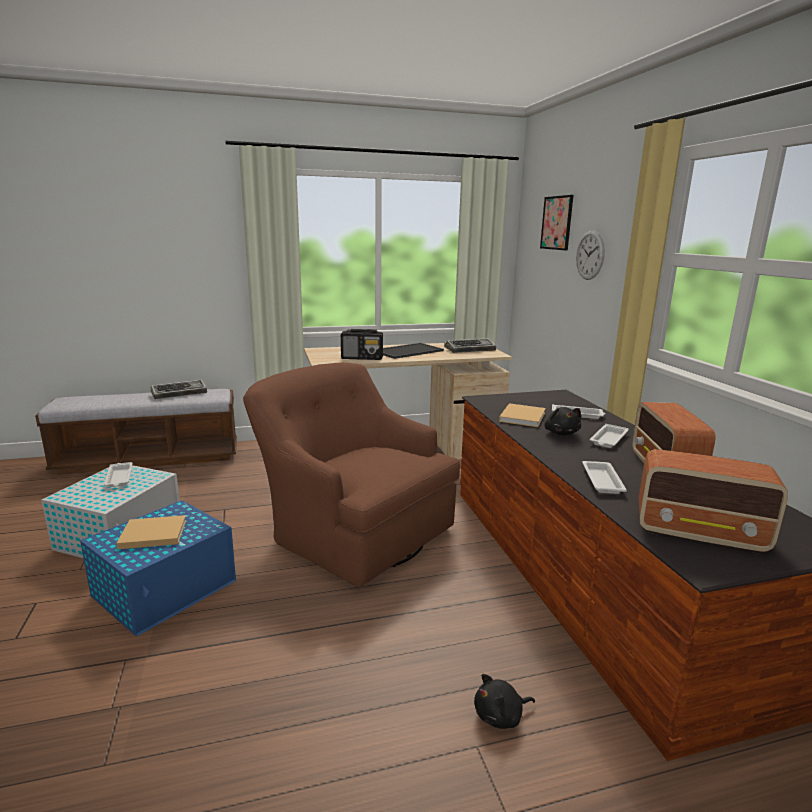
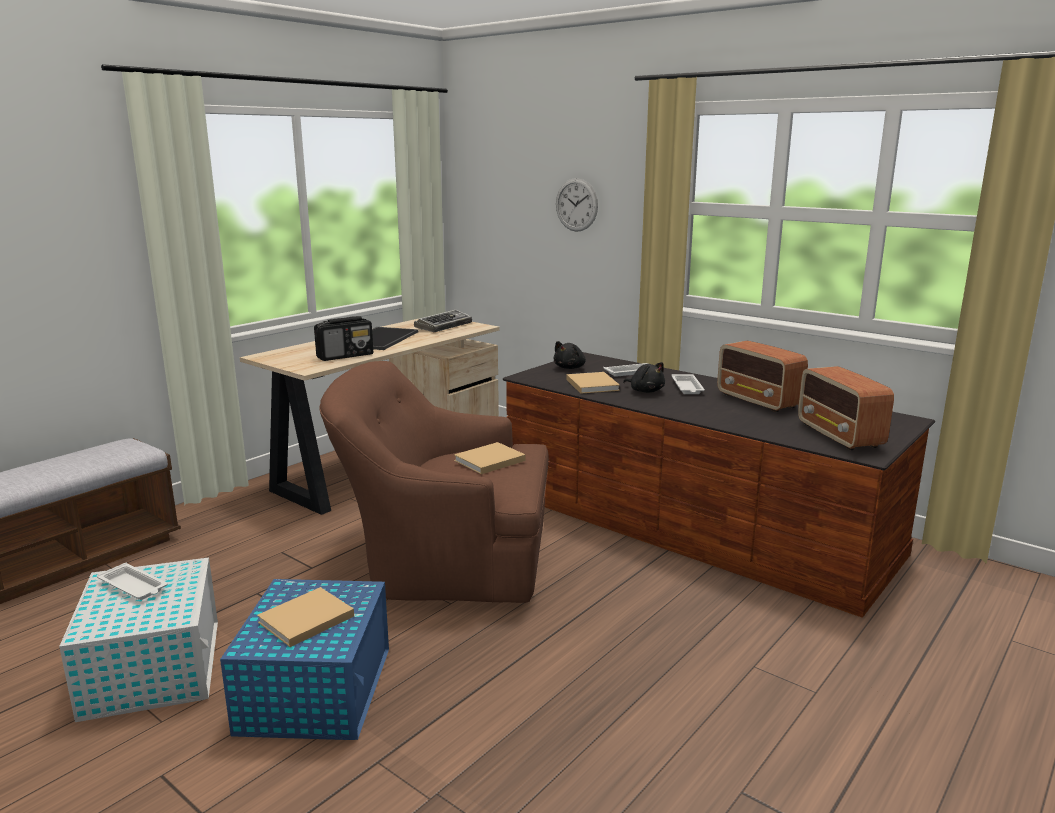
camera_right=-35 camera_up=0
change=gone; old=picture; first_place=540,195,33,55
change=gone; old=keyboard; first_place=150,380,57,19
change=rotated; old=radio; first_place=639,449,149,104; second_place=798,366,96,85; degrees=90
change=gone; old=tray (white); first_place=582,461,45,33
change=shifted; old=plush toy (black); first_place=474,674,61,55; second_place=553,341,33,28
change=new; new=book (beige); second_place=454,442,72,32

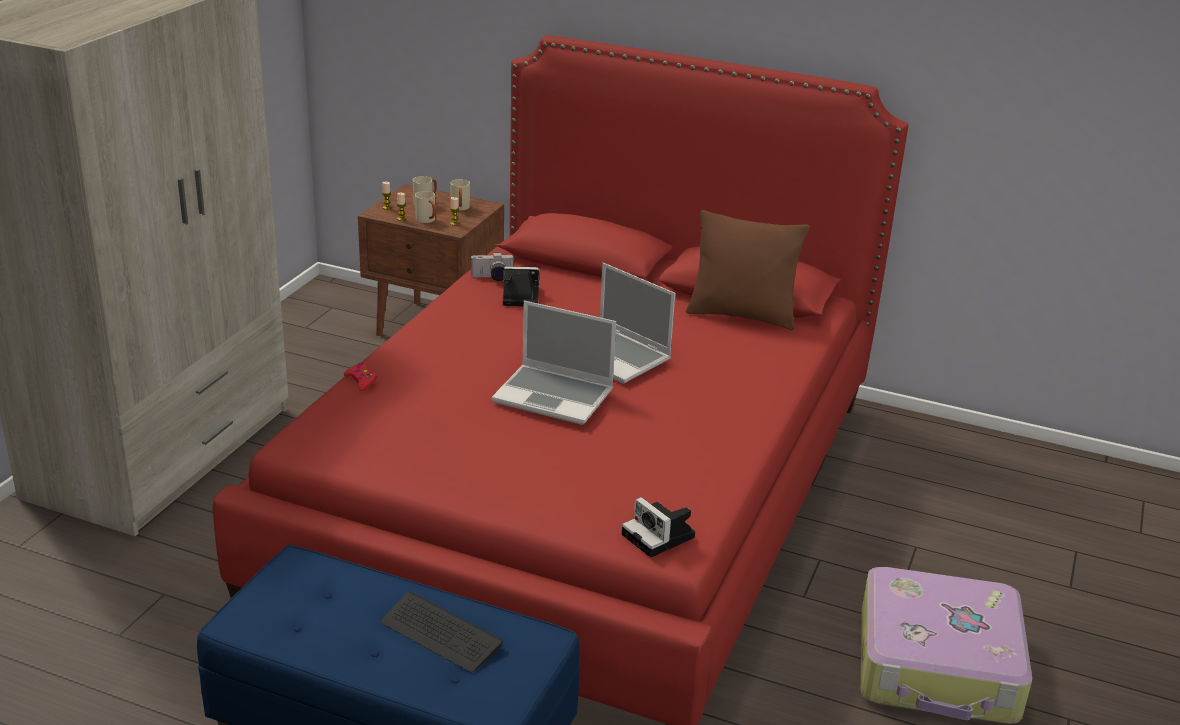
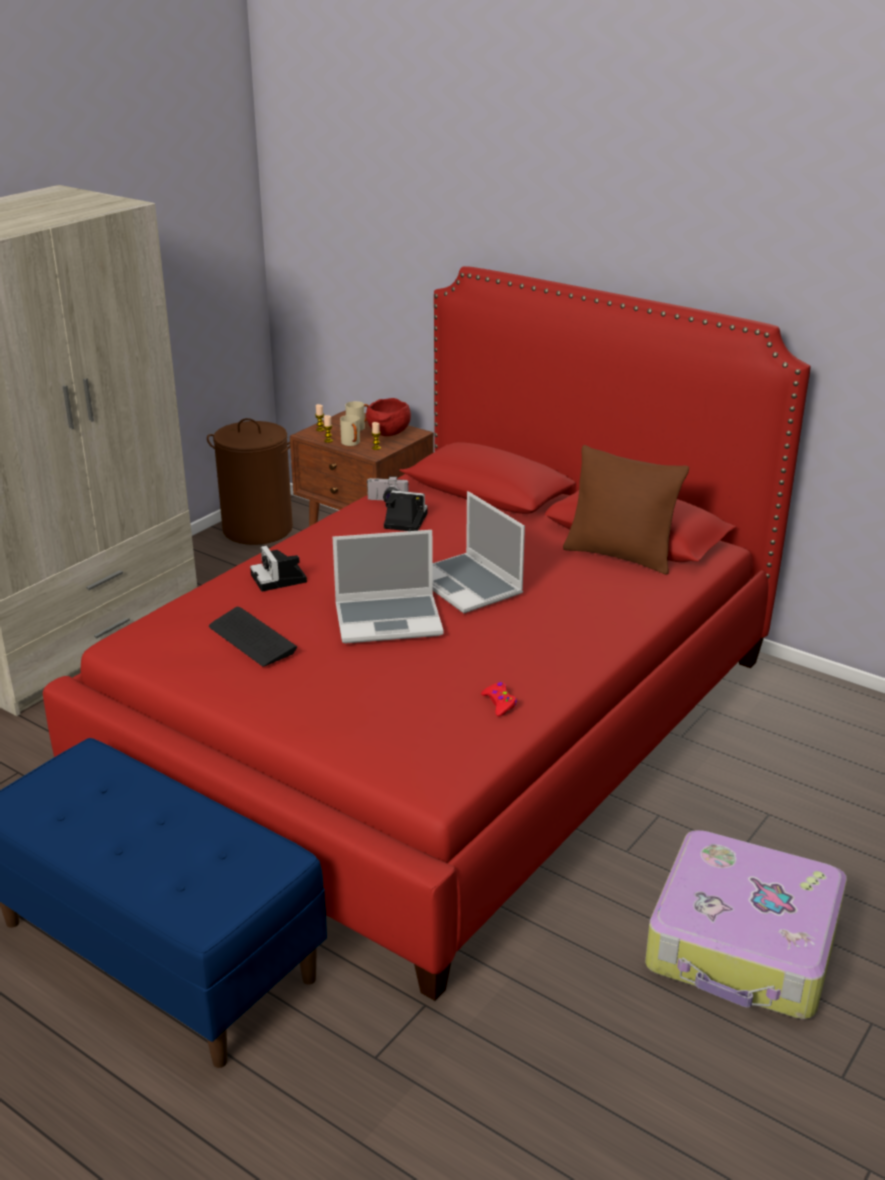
camera_right=15 camera_up=0
change=swapped; old=mug (beige); new=bowl (red); first_place=450,179,20,32; second_place=366,398,45,38
change=rotated; old=laptop; first_place=492,301,124,124; second_place=333,530,111,113; degrees=-45
change=shifted; old=game controller (red); first_place=344,362,33,29; second_place=481,682,36,34
change=shifted; old=photo camera; first_place=622,497,73,60; second_place=250,546,57,46
change=shifted; old=keyboard; first_place=381,592,123,80; second_place=209,607,88,59
change=new; new=laundry basket (brown); second_place=207,418,86,127

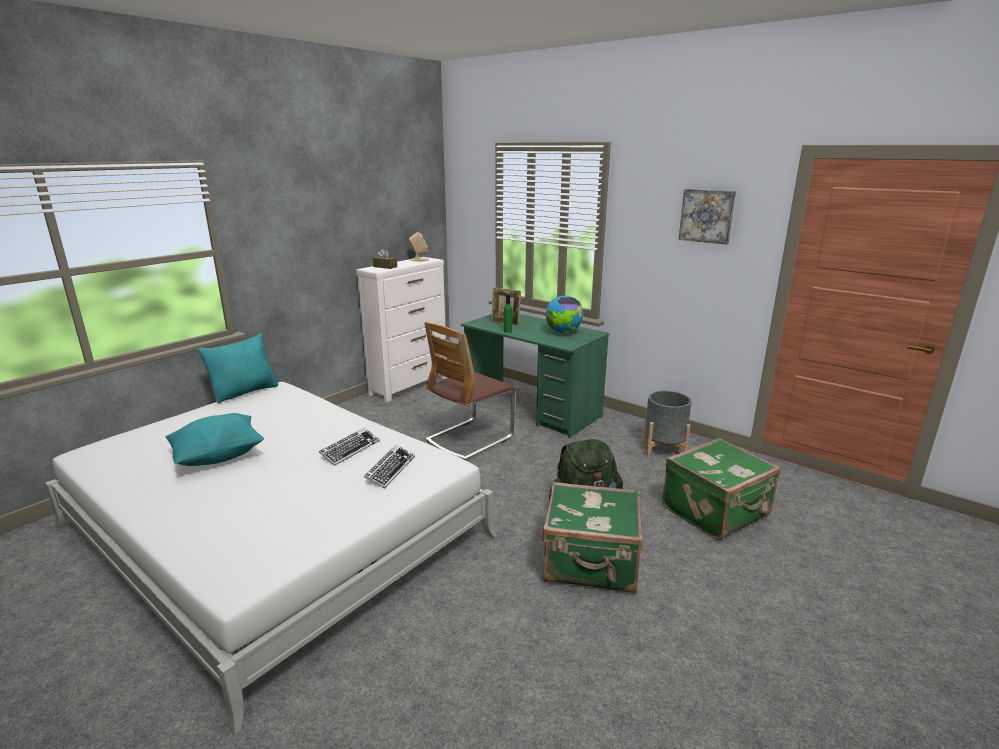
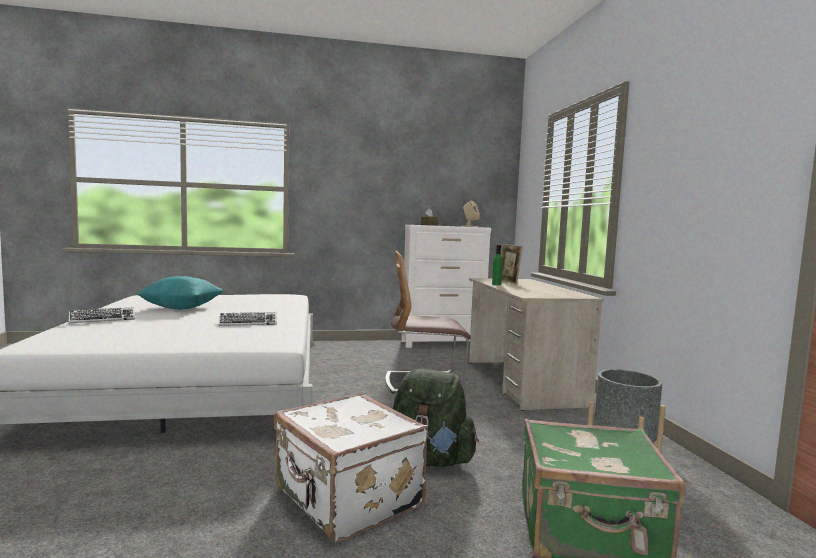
camera_right=40 camera_up=-15
change=gone; old=picture; first_place=679,189,57,56
change=gone; old=globe; first_place=546,296,37,38
change=repainted; old=desk (green); new=desk (beige); first_place=461,314,149,124; second_place=469,278,135,133
change=gone; old=pillow (turquoise); first_place=198,333,80,70
change=shifted; old=keyboard; first_place=364,445,51,43; second_place=69,307,66,16
change=repainted; old=suitcase (green); new=suitcase (white); first_place=543,482,100,111; second_place=274,393,154,150

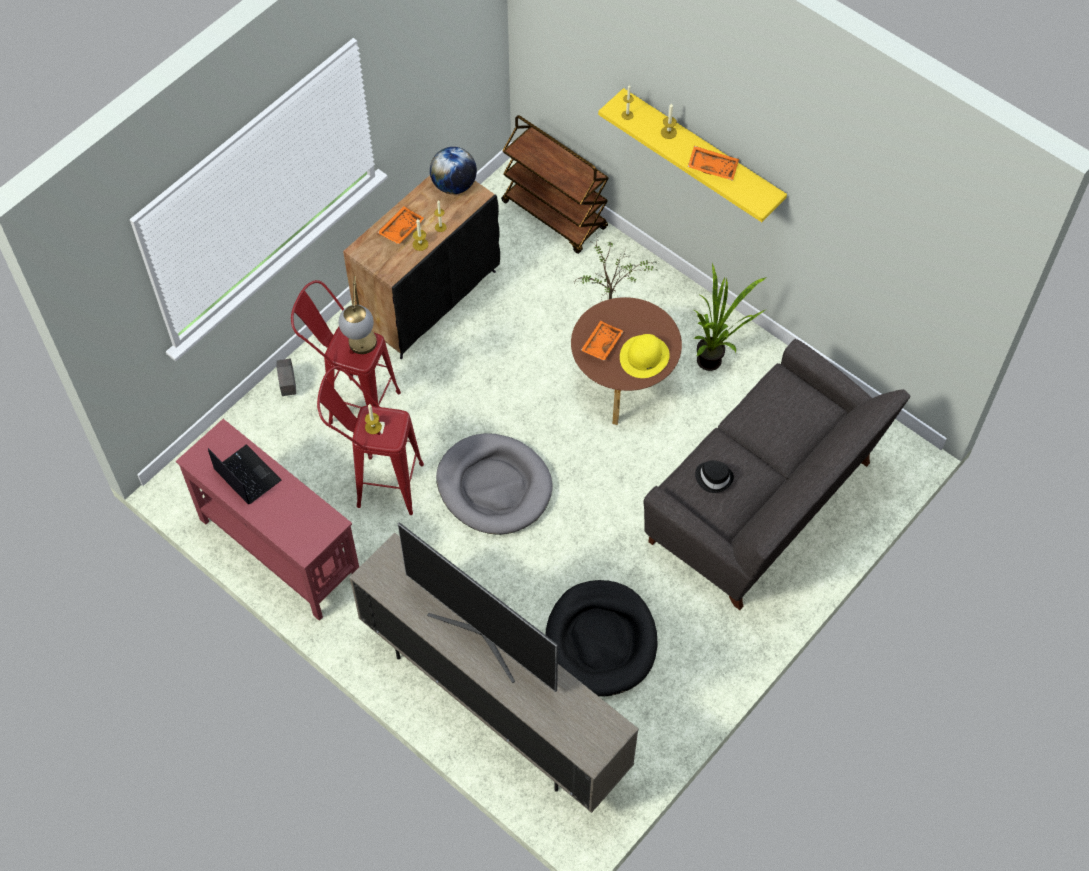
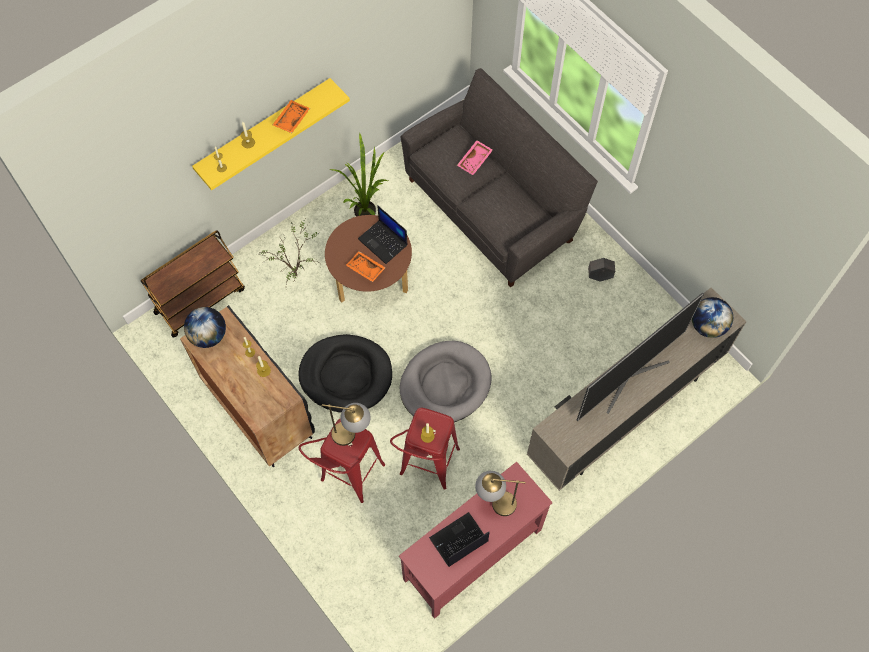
camera_right=-80 camera_up=5
change=gone; old=tray (orange); first_place=377,206,48,39
change=swapped; old=hat (yellow); new=laptop; first_place=620,334,50,44; second_place=358,205,50,59
change=shifted; old=planter (grey); first_place=276,358,20,38; second_place=588,258,27,23
change=gone; old=hat (black); first_place=695,460,39,33
change=shifted; old=dog bed (black); first_place=545,580,112,117; second_place=299,334,93,79
change=new; new=tray (pink); second_place=457,140,36,35
change=new; new=globe; second_place=692,297,41,41
change=new; new=table lamp; second_place=475,471,51,45

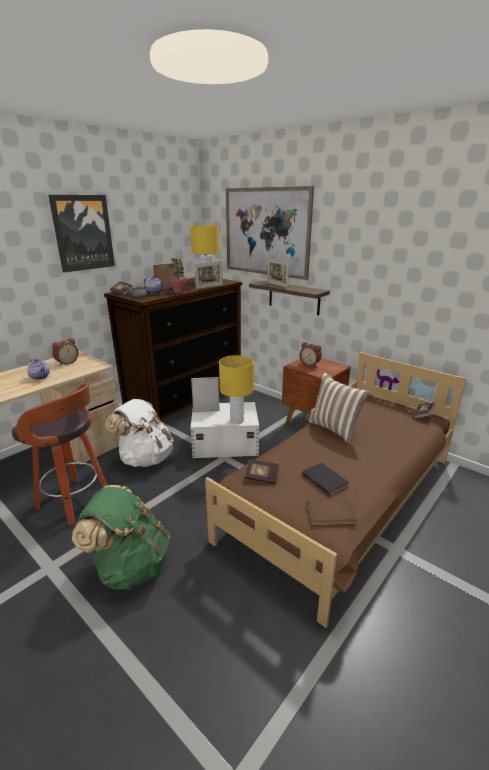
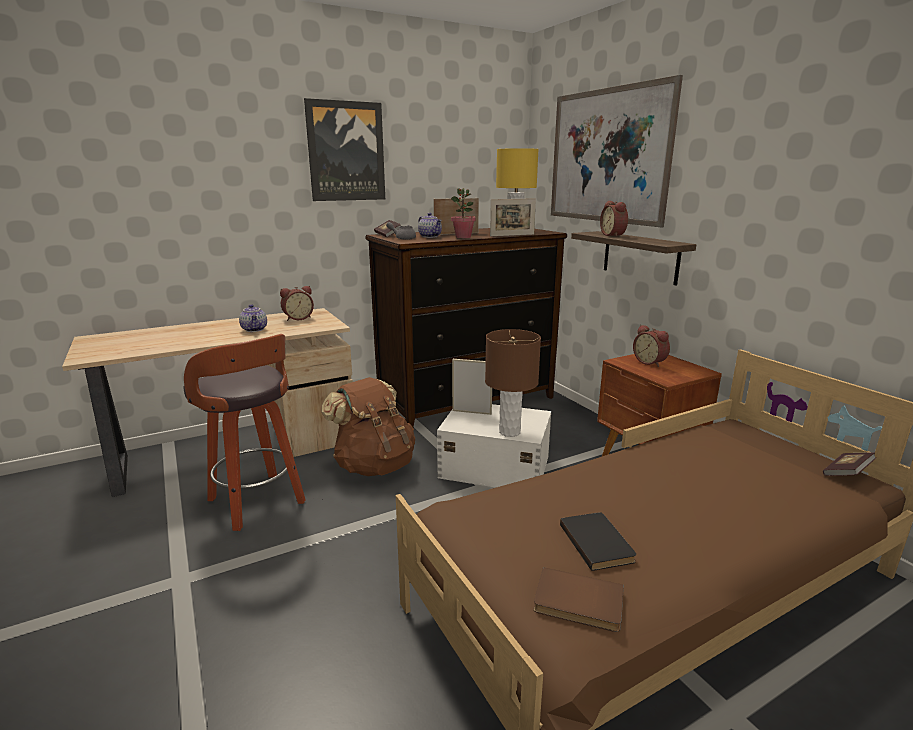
camera_right=20 camera_up=-5
change=swapped; old=picture frame; new=alarm clock; first_place=267,258,22,30; second_place=600,201,28,36
change=repainted; old=table lamp (yellow); new=table lamp (brown); first_place=219,355,35,69; second_place=485,329,56,108
change=gone; old=pillow; first_place=309,373,61,72
change=repainted; old=backpack (white); new=backpack (brown); first_place=105,399,68,68; second_place=322,377,93,99
change=gone; old=book; first_place=245,459,34,25
change=gone; old=backpack (green); first_place=72,485,99,105

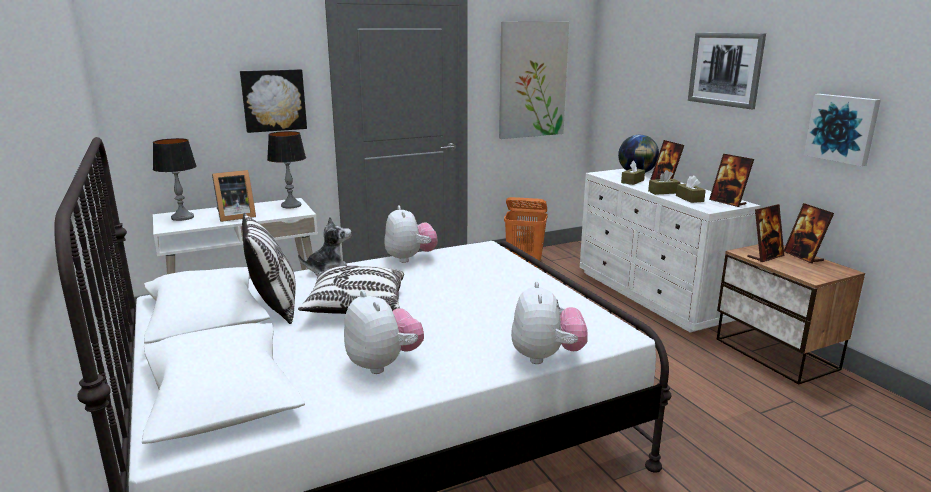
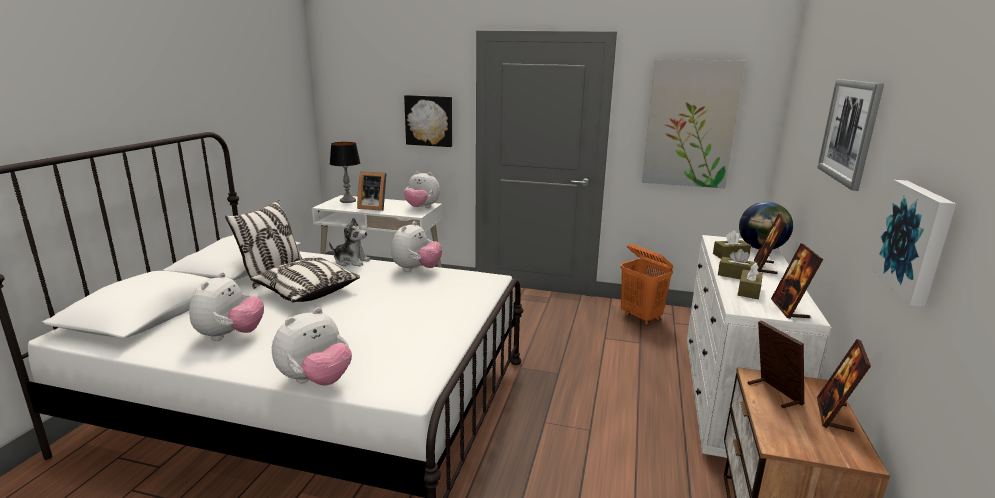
camera_right=40 camera_up=0
change=swapped; old=table lamp; new=plush toy; first_place=267,131,39,77; second_place=404,171,36,37
change=rotated; old=picture frame; first_place=747,204,37,58; second_place=747,320,57,88; degrees=-120

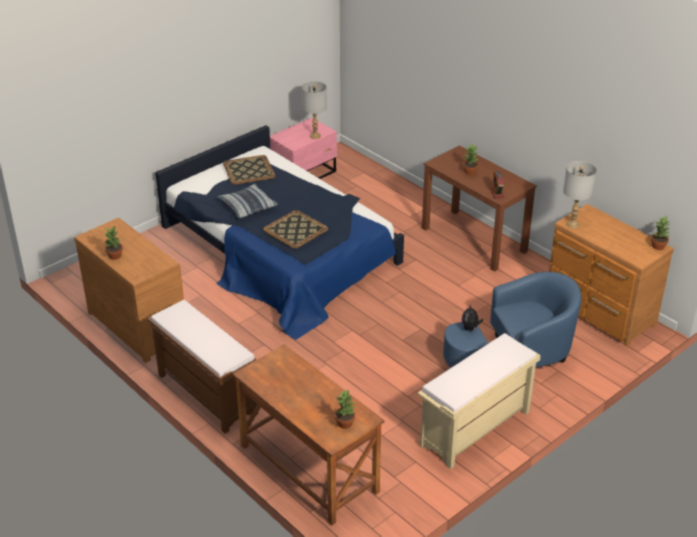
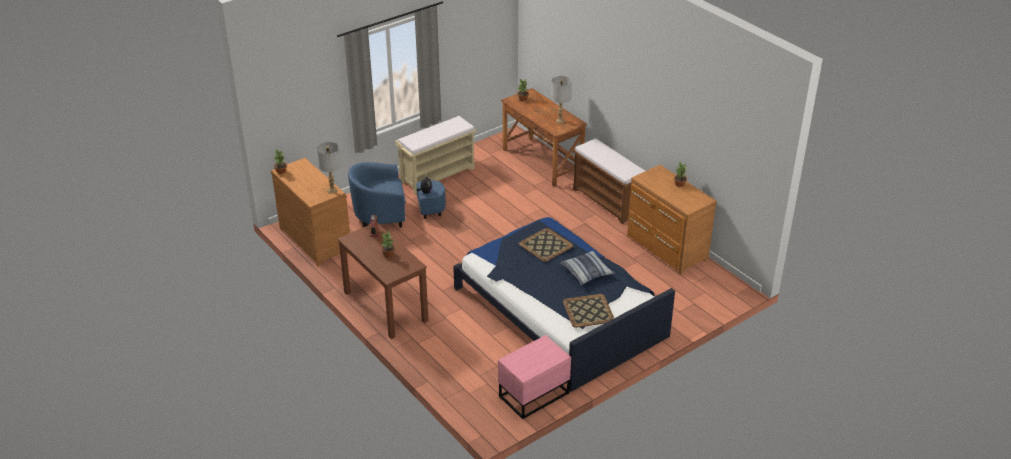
camera_right=-175 camera_up=0
change=shifted; old=table lamp (grey); first_place=302,81,25,58; second_place=551,76,21,48

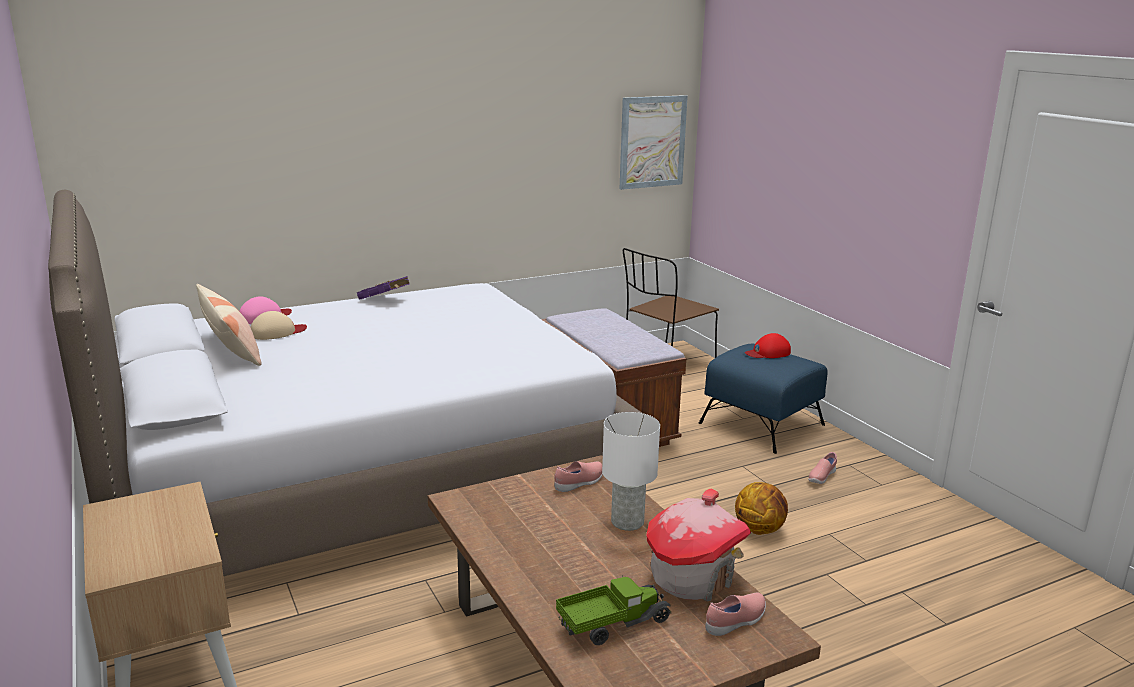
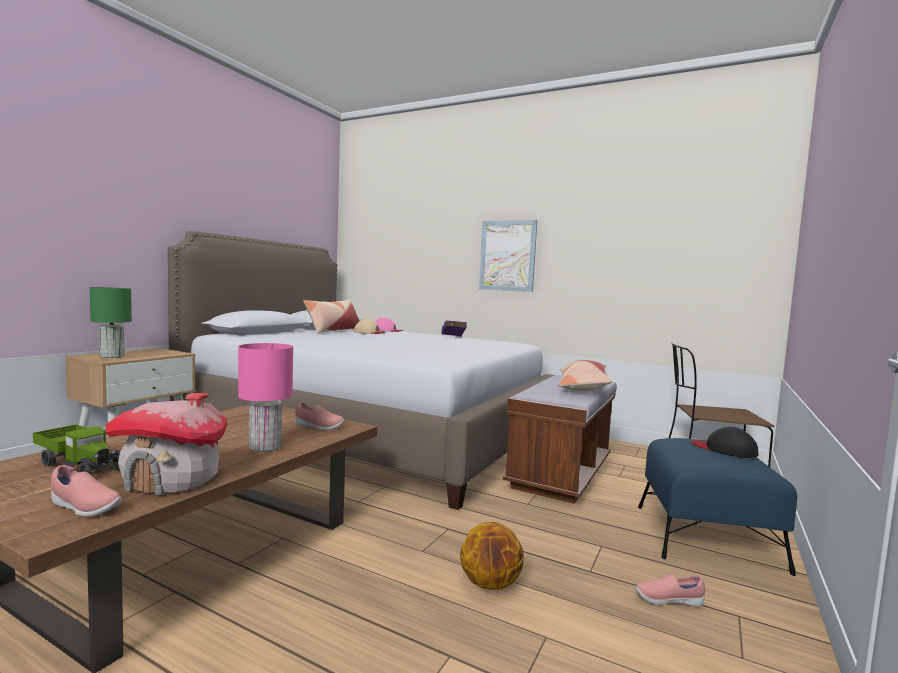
camera_right=55 camera_up=-15
change=shifted; old=picture; first_place=620,95,68,95; second_place=479,220,58,72
change=repainted; old=cap (red); new=cap (black); first_place=745,333,46,25; second_place=692,427,66,31
change=repainted; old=table lamp (white); new=table lamp (pink); first_place=602,412,58,119; second_place=238,343,55,109
change=new; new=table lamp (green); second_place=90,287,42,71
change=new; new=pillow; second_place=558,360,54,31

